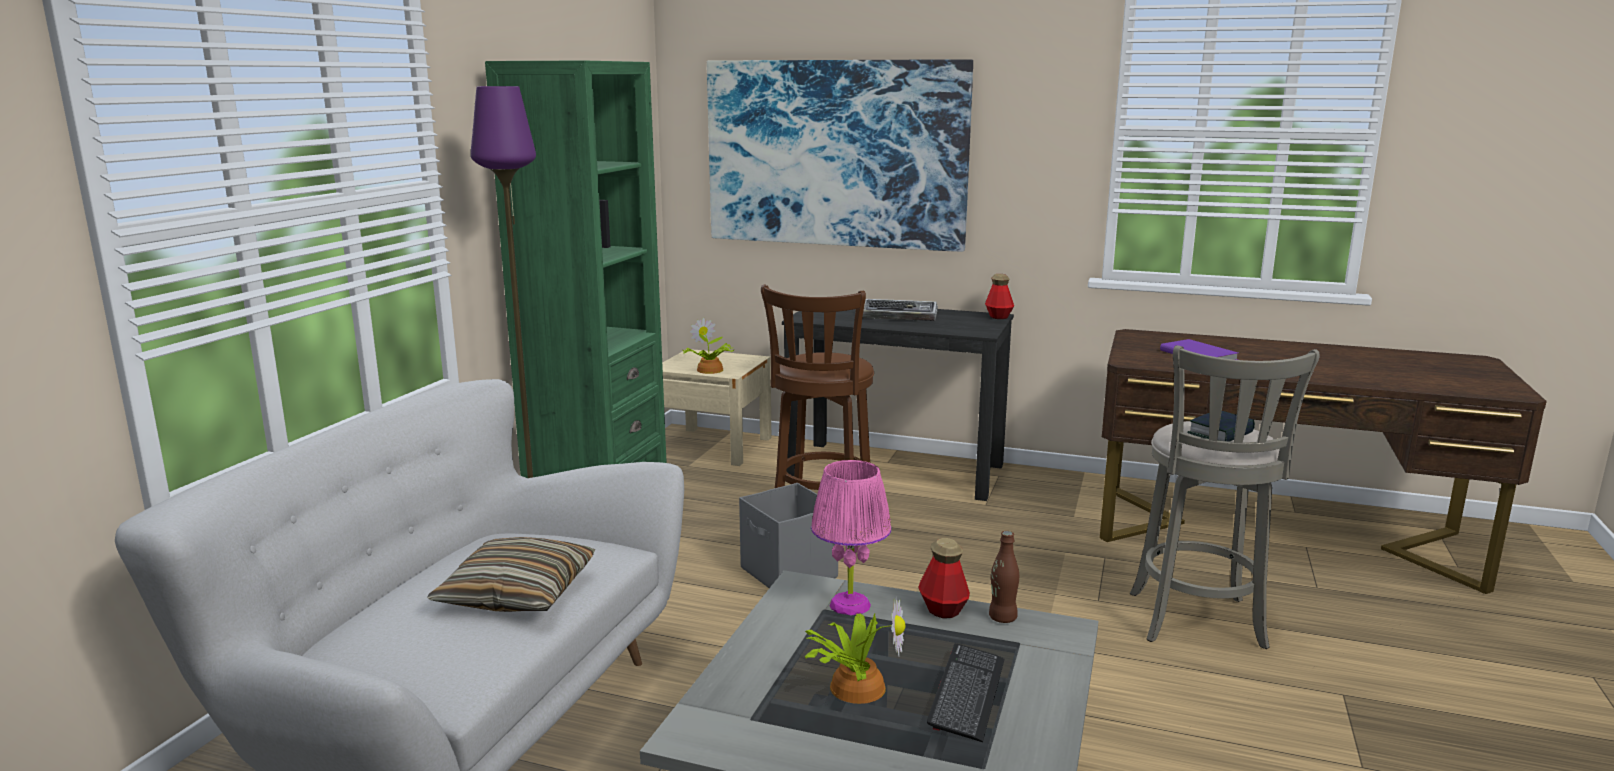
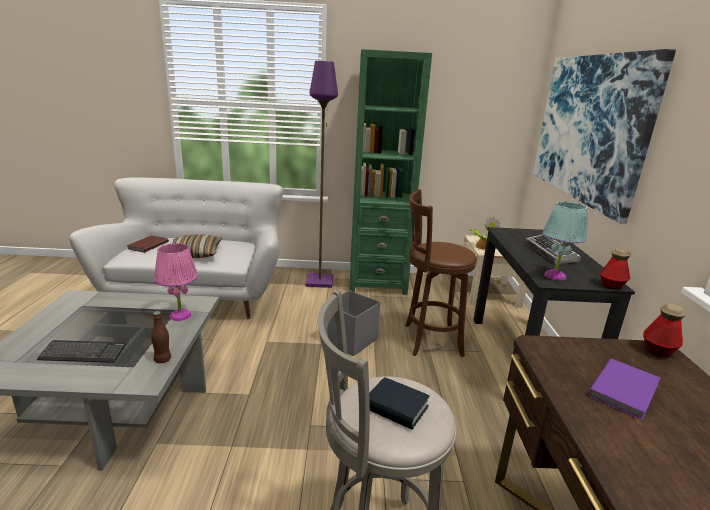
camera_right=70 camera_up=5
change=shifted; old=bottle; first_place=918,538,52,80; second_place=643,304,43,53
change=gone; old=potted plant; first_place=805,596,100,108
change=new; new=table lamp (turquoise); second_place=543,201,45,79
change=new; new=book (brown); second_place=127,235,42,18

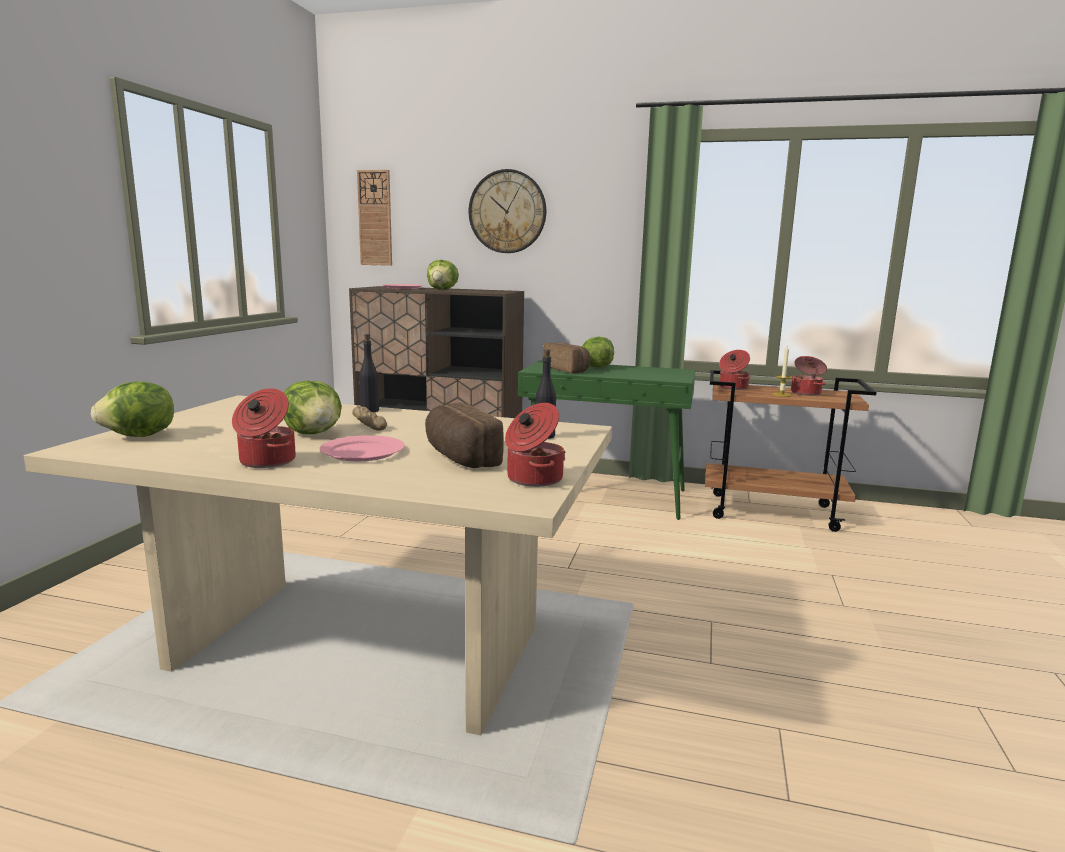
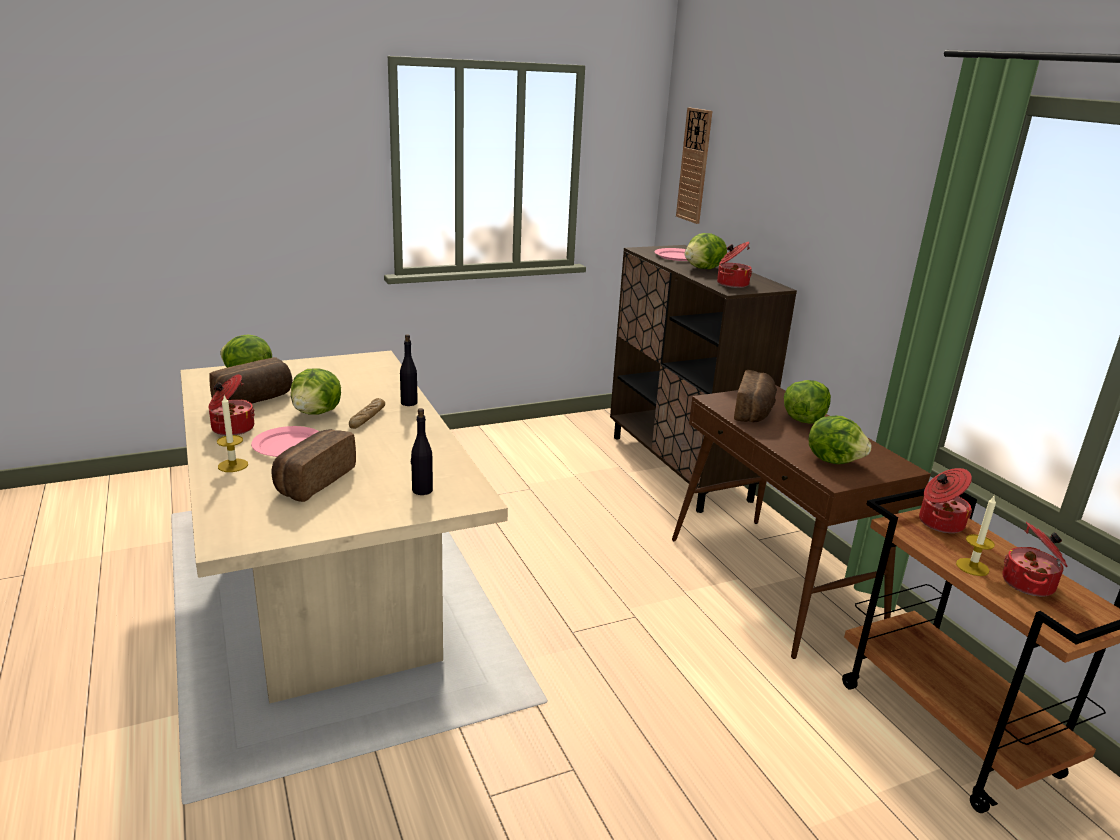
camera_right=50 camera_up=10
change=gone; old=wall clock; first_place=469,169,77,84
change=repainted; old=console table (green); new=console table (brown); first_place=518,360,177,160; second_place=672,385,259,274
change=shifted; old=cooking pot; first_place=505,403,60,84; second_place=717,242,35,46
change=new; new=bread; second_place=209,357,84,47
change=new; new=candle; second_place=217,395,31,77
change=new; new=lettuce; second_place=809,416,62,48

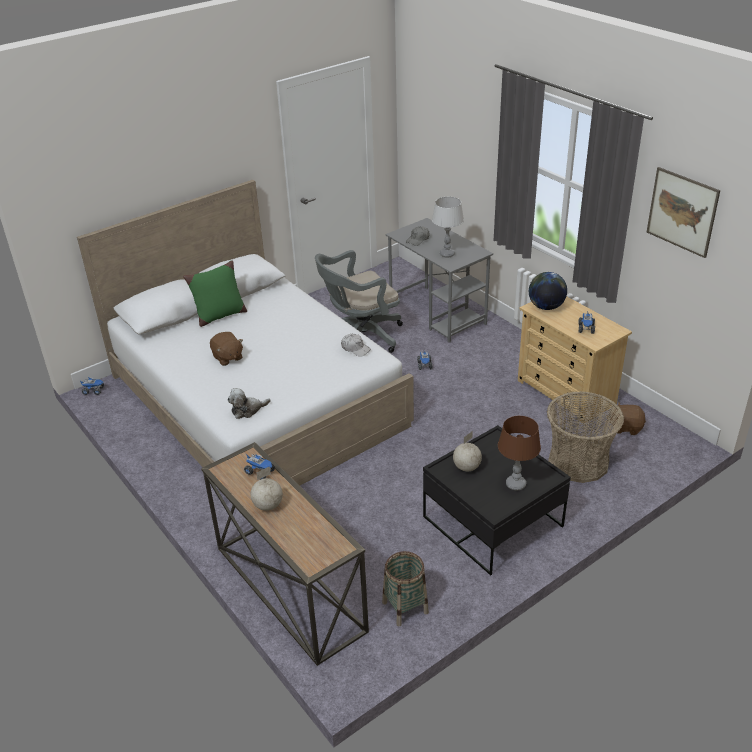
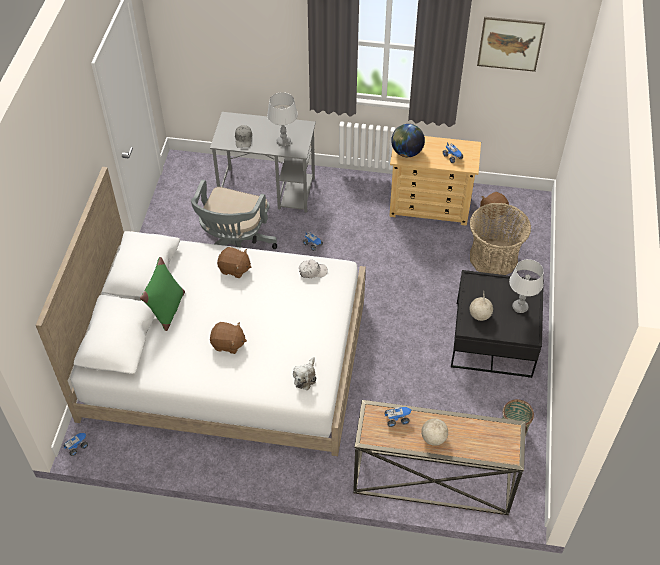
camera_right=-45 camera_up=15
change=repainted; old=table lamp (brown); new=table lamp (grey); first_place=498,416,43,74; second_place=509,259,35,54
change=new; new=plush toy (brown); second_place=217,247,35,31

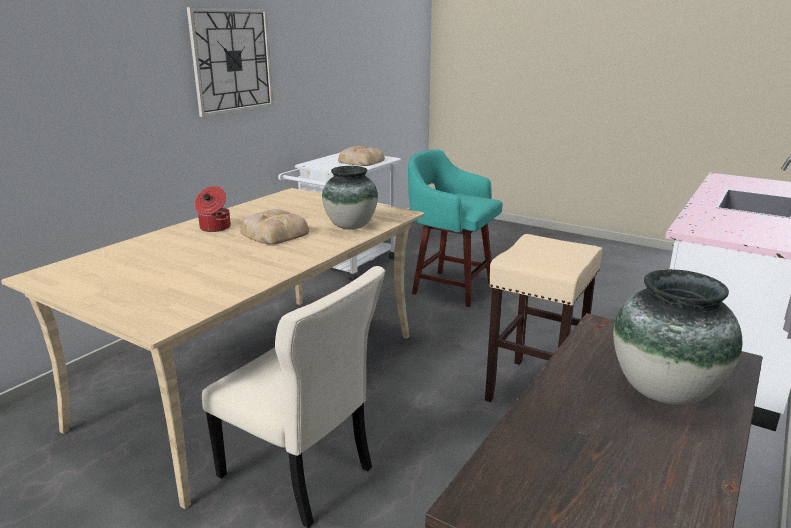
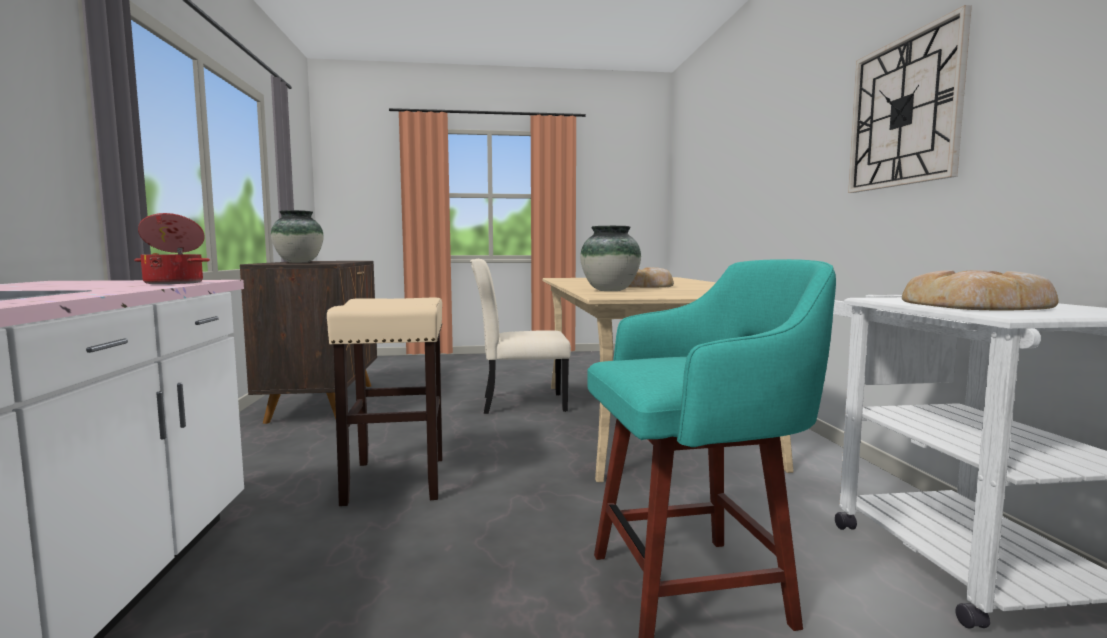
camera_right=140 camera_up=-15
change=shifted; old=cooking pot; first_place=194,186,37,46; second_place=134,213,76,71

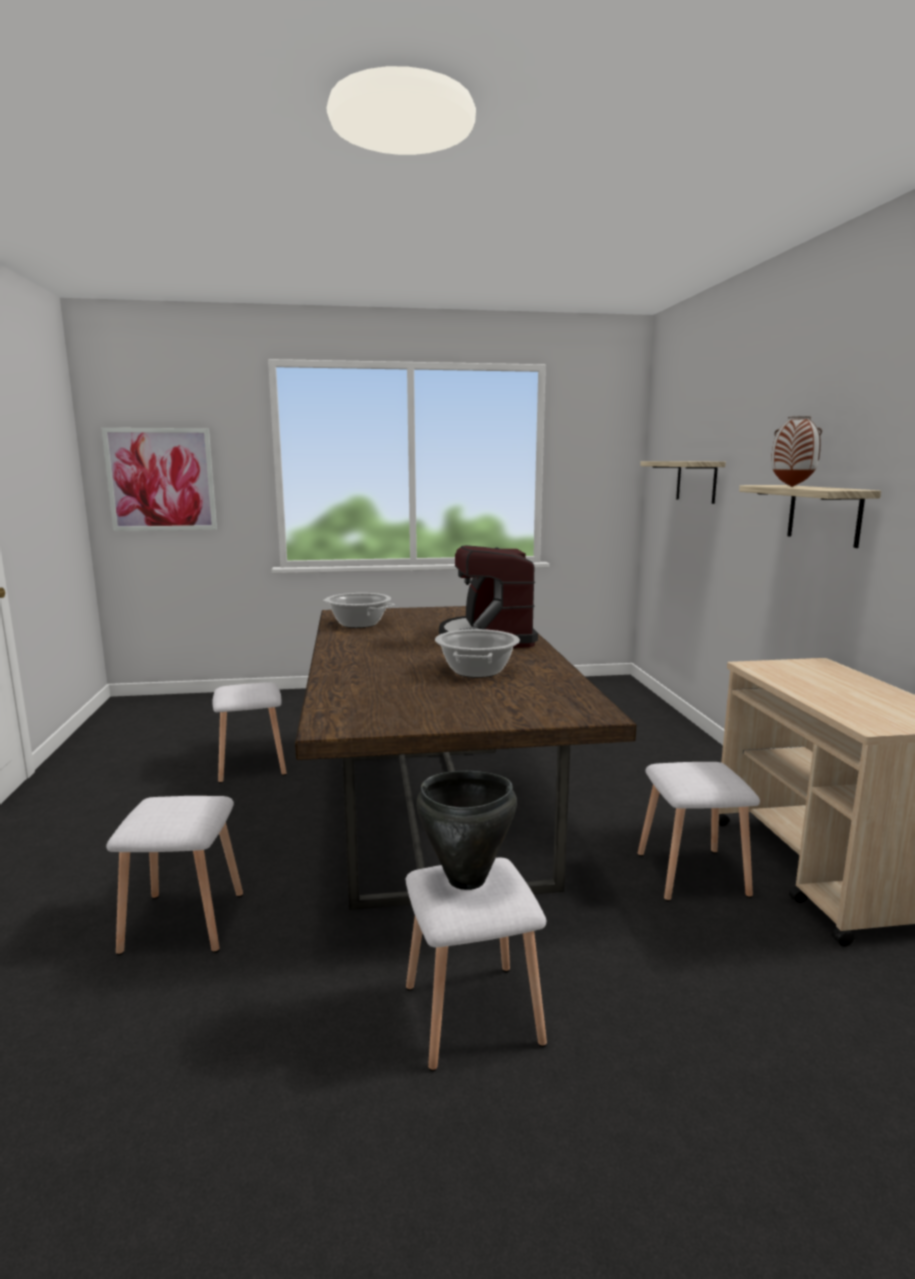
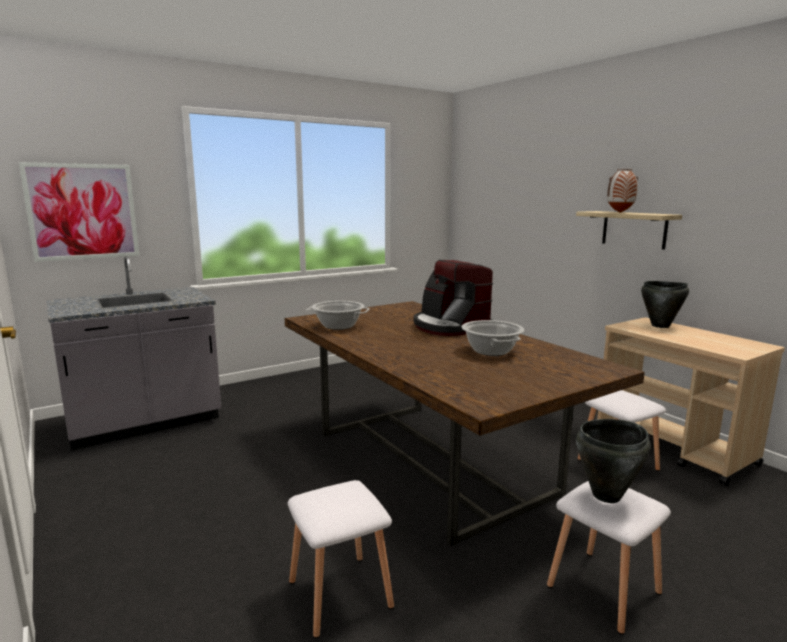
camera_right=-25 camera_up=0
change=gone; old=shelf; first_place=640,461,86,43
change=gone; old=stool (white); first_place=212,682,74,101
change=new; new=counter (grey); second_place=47,256,174,195
change=new; new=cooking pot (black); second_place=641,281,48,47

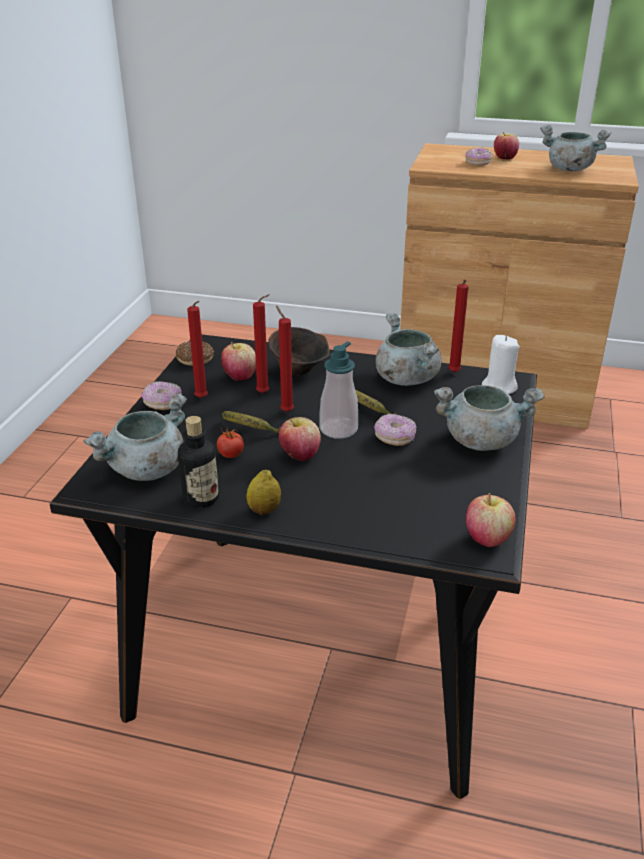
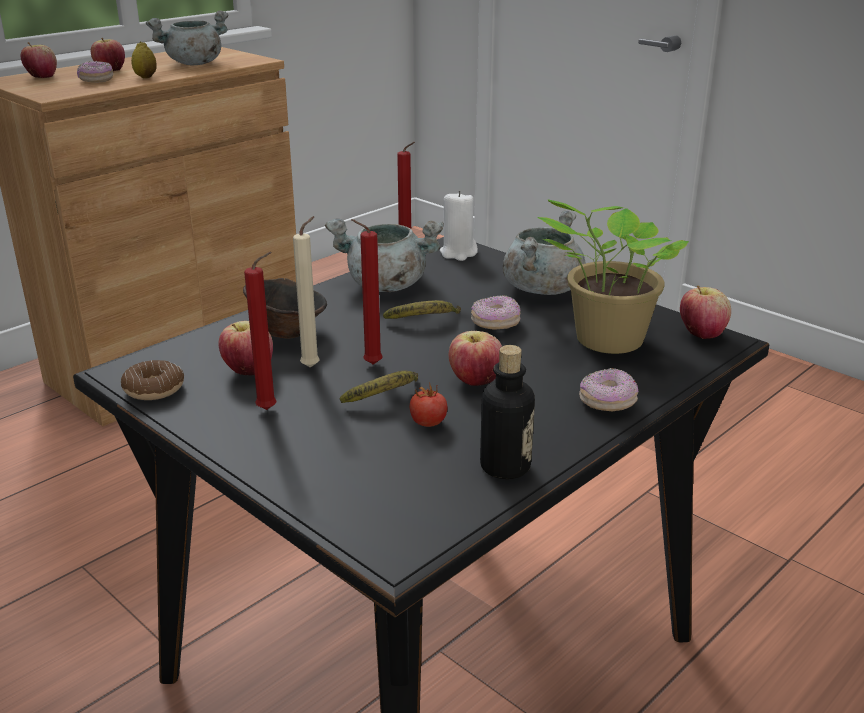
camera_right=-60 camera_up=-5
change=repainted; old=candle (red); new=candle (beige); first_place=253,294,17,99; second_place=293,216,27,152
change=gone; old=soap dispenser; first_place=319,342,39,97
change=shifted; old=donut; first_place=141,381,41,29; second_place=579,368,60,43
change=gone; old=cooking pot (grey); first_place=83,393,104,88
change=shifted; old=lemon; first_place=247,470,34,45; second_place=131,42,26,36
change=new; new=apple; second_place=21,42,36,36
change=new; new=potted plant; second_place=537,199,152,155

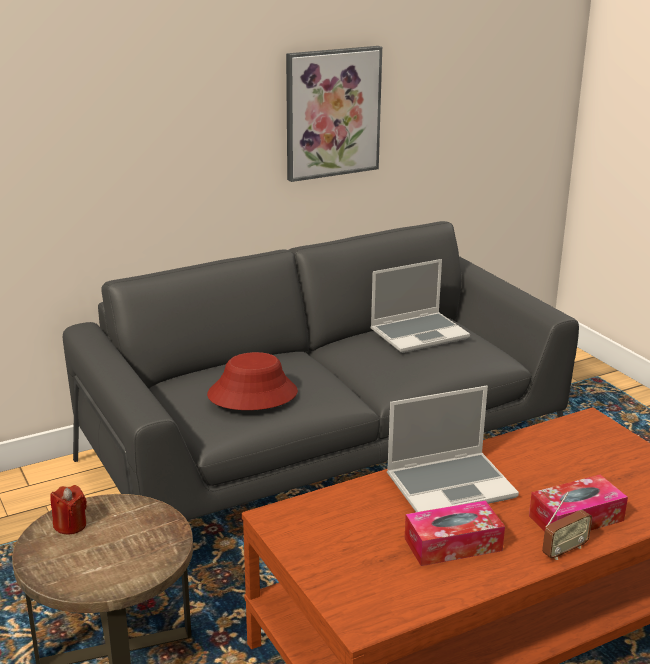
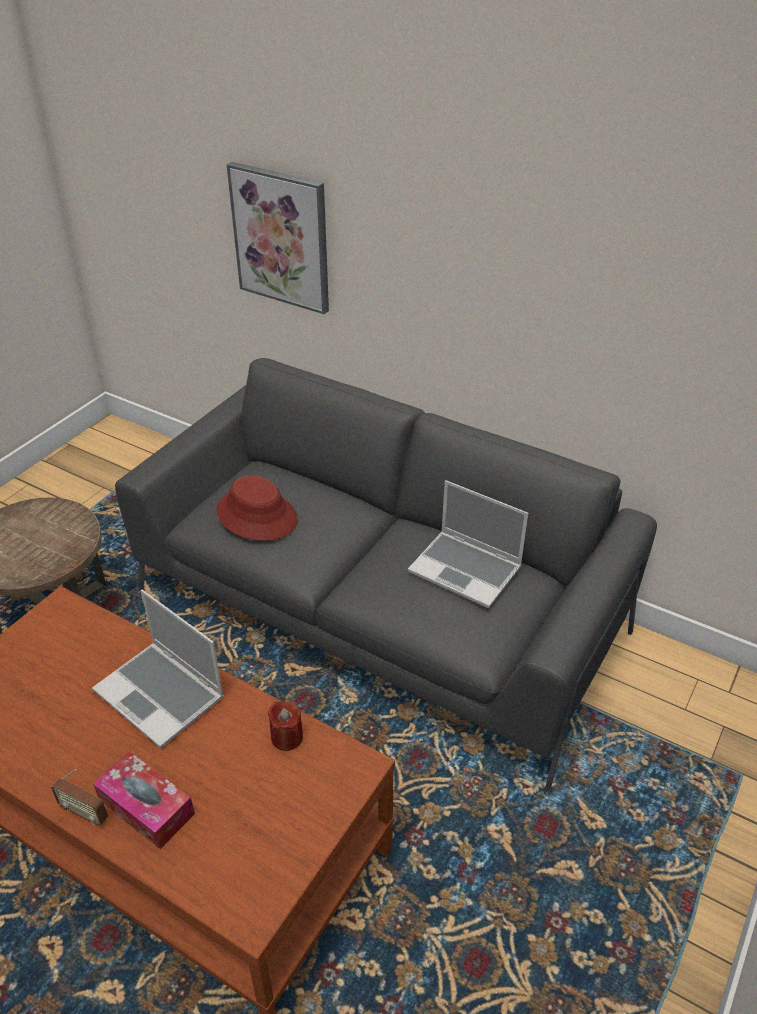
camera_right=60 camera_up=15
change=shifted; old=picture; first_place=286,46,96,136; second_place=227,162,102,152
change=shifted; old=candle (red); first_place=50,485,37,50; second_place=268,701,35,50
change=gone; old=tissue box; first_place=404,500,101,66

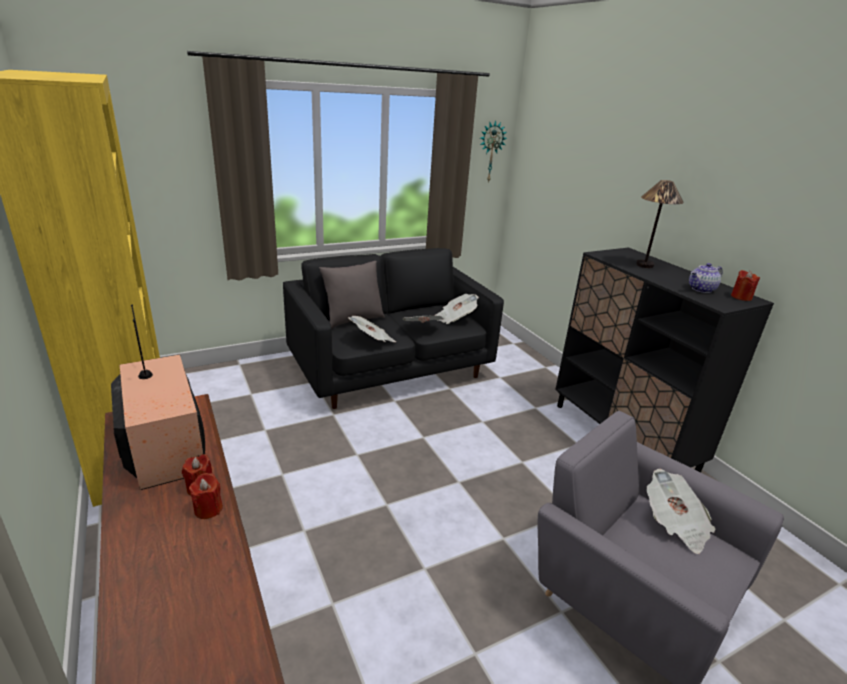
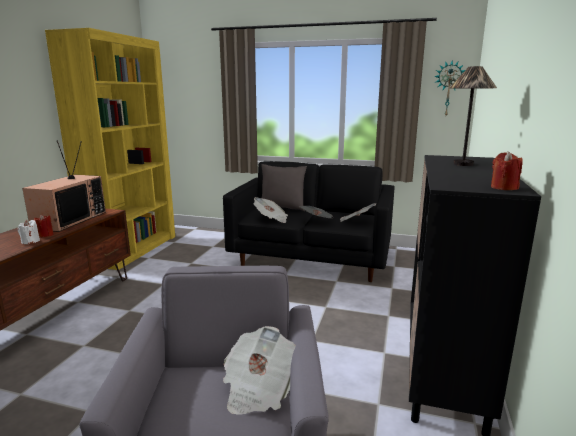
camera_right=45 camera_up=-10
change=gone; old=teapot; first_place=689,263,34,30
change=repainted; old=candle (red); new=candle (white); first_place=189,473,34,46; second_place=18,220,22,24

